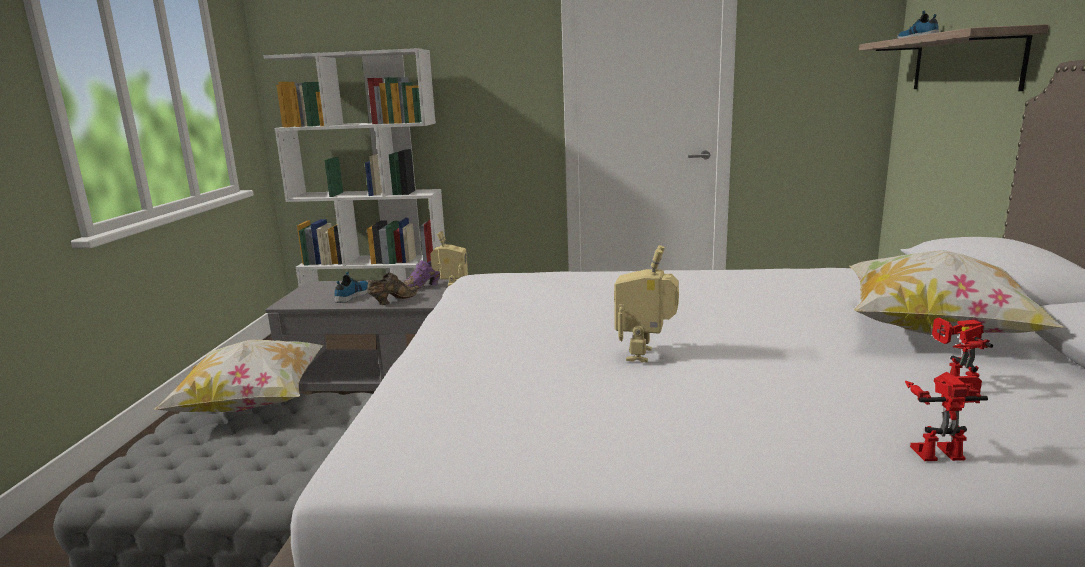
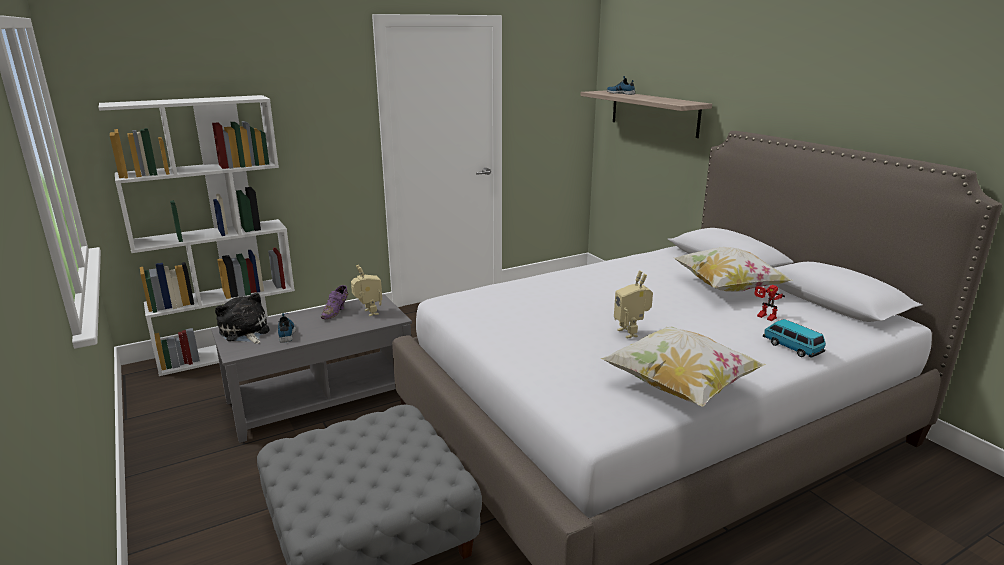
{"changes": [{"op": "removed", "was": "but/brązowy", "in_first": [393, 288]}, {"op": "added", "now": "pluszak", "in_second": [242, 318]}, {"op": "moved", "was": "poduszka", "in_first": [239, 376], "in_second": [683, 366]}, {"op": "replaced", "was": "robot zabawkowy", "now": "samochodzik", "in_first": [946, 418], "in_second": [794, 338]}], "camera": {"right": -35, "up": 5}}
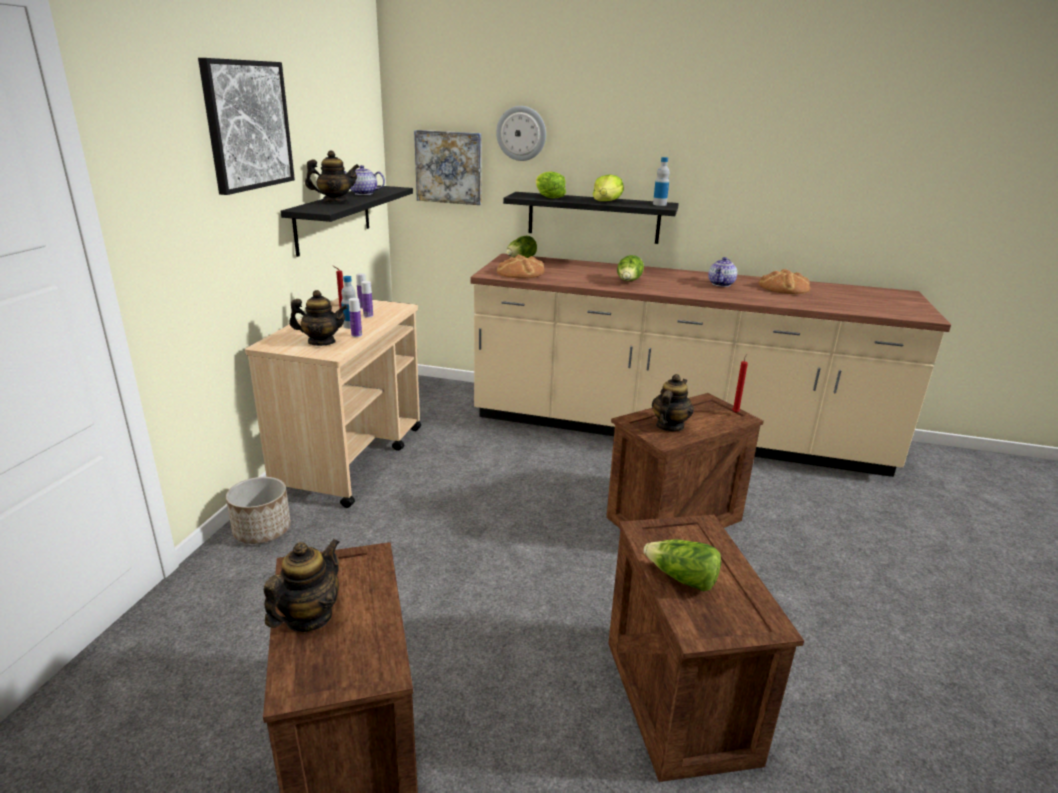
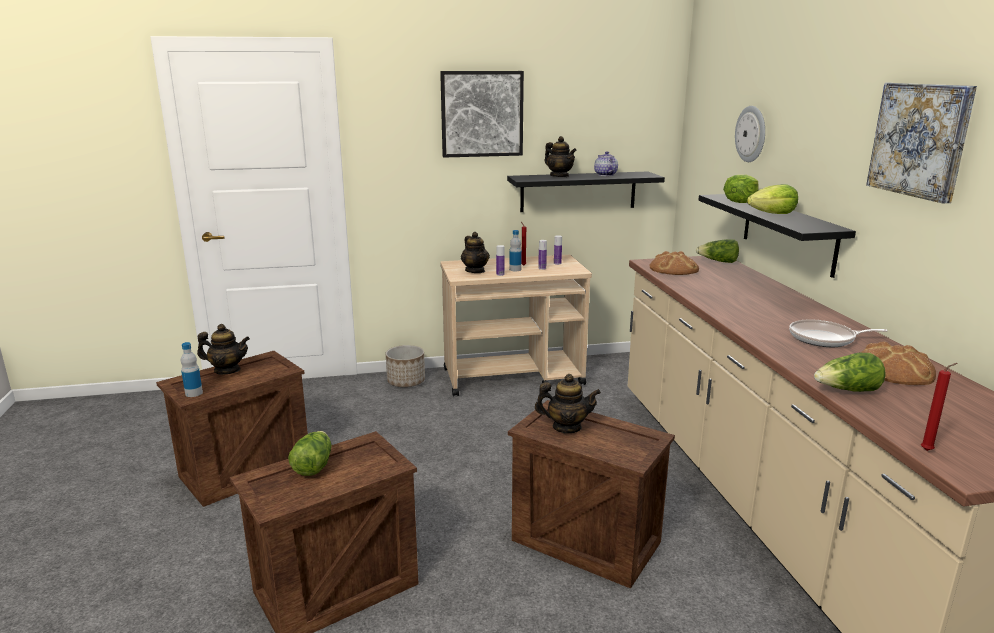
{"changes": [{"op": "moved", "was": "obraz", "in_first": [448, 167], "in_second": [921, 143]}, {"op": "moved", "was": "sałata", "in_first": [630, 268], "in_second": [850, 372]}, {"op": "moved", "was": "butelka", "in_first": [661, 181], "in_second": [192, 369]}, {"op": "moved", "was": "świeca/czerwony", "in_first": [740, 383], "in_second": [939, 407]}, {"op": "replaced", "was": "imbryk", "now": "patelnia", "in_first": [722, 272], "in_second": [838, 333]}], "camera": {"right": 65, "up": -5}}
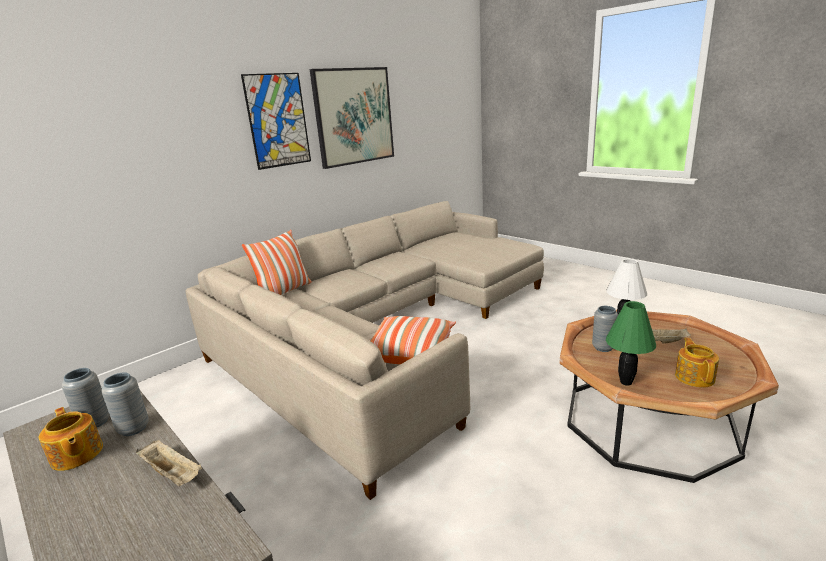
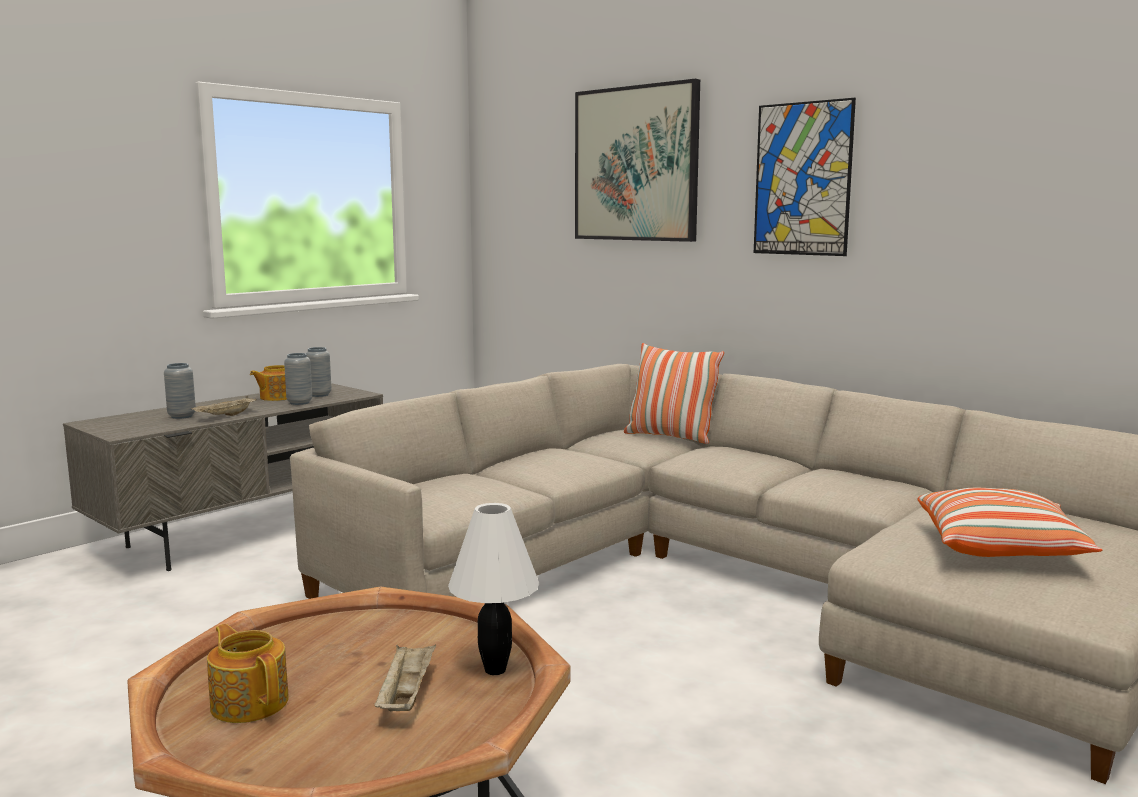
{"changes": [{"op": "removed", "was": "lampa stołowa/zielony", "in_first": [631, 343]}, {"op": "moved", "was": "obraz", "in_first": [352, 118], "in_second": [637, 160]}, {"op": "moved", "was": "poduszka", "in_first": [413, 340], "in_second": [1009, 522]}, {"op": "moved", "was": "wazon/szary", "in_first": [605, 329], "in_second": [180, 391]}, {"op": "turned", "was": "imbryk", "in_first": [697, 363], "in_second": [248, 673], "clockwise": -135}], "camera": {"right": 85, "up": -10}}
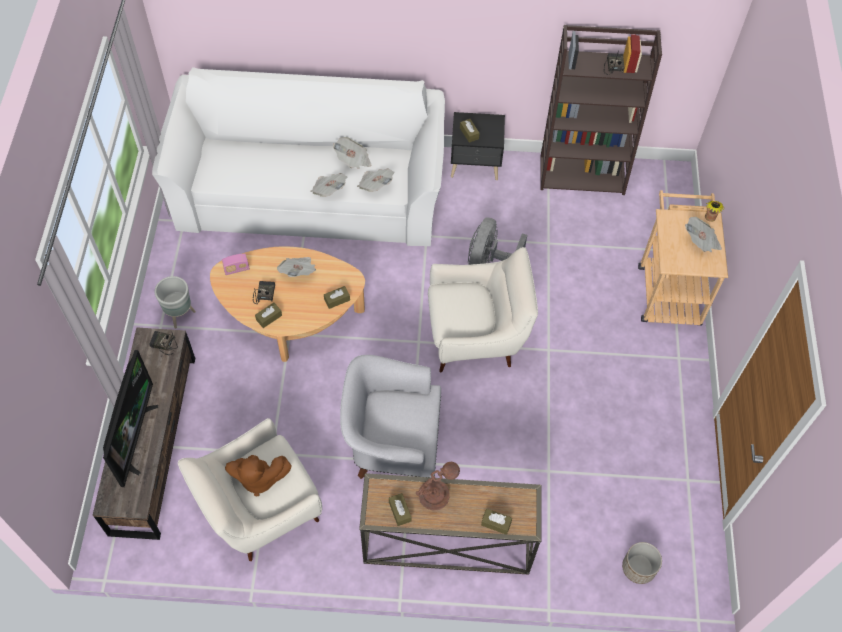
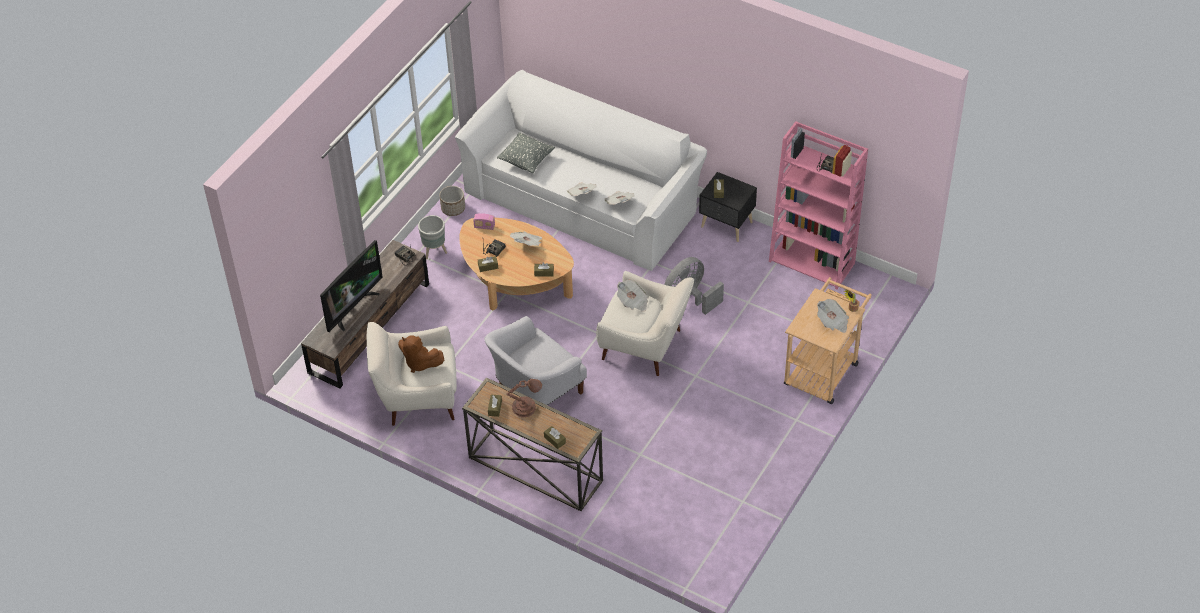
{"changes": [{"op": "added", "now": "poduszka/szary", "in_second": [526, 152]}, {"op": "moved", "was": "gazeta", "in_first": [352, 153], "in_second": [633, 296]}, {"op": "moved", "was": "donica", "in_first": [642, 563], "in_second": [452, 201]}, {"op": "recoloured", "was": "regał/brązowy", "now": "regał/różowy", "in_first": [601, 110], "in_second": [818, 205]}, {"op": "turned", "was": "fotel/biały", "in_first": [390, 417], "in_second": [535, 360], "clockwise": -75}], "camera": {"right": 30, "up": -10}}
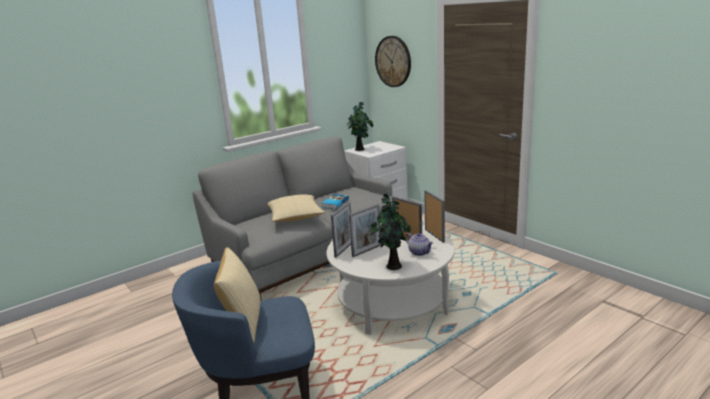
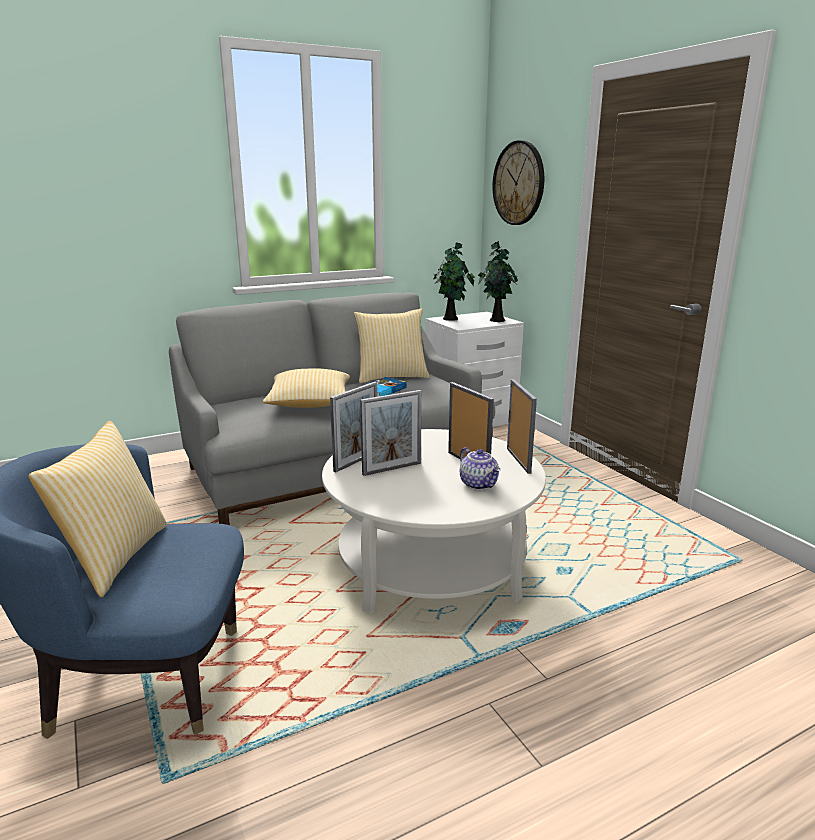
{"changes": [{"op": "added", "now": "poduszka", "in_second": [392, 345]}, {"op": "moved", "was": "roślina doniczkowa", "in_first": [390, 231], "in_second": [498, 281]}], "camera": {"right": 10, "up": 0}}
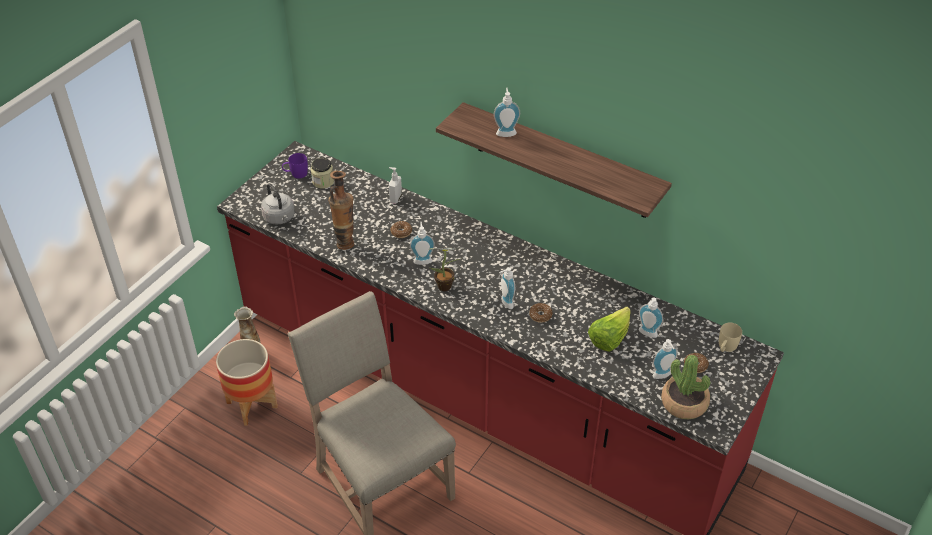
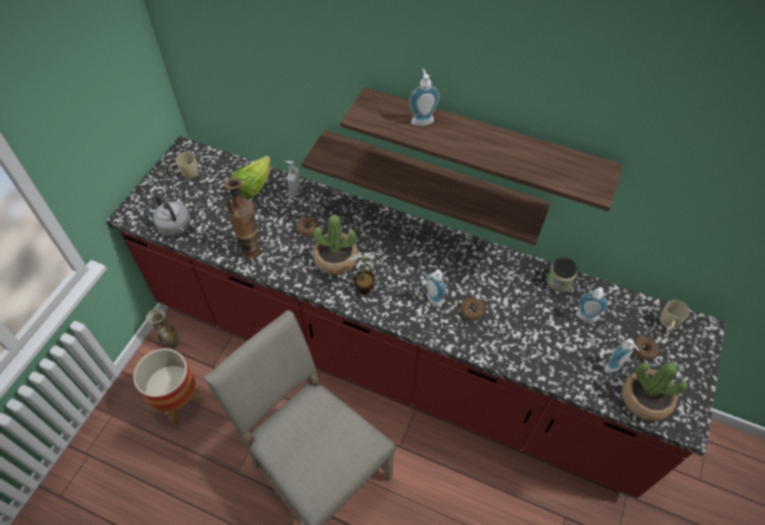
{"changes": [{"op": "added", "now": "półka", "in_second": [426, 187]}, {"op": "moved", "was": "słoik", "in_first": [322, 173], "in_second": [562, 274]}, {"op": "moved", "was": "sałata", "in_first": [609, 329], "in_second": [250, 177]}, {"op": "replaced", "was": "dozownik mydła", "now": "roślina doniczkowa", "in_first": [422, 243], "in_second": [335, 245]}, {"op": "recoloured", "was": "kubek/fioletowy", "now": "kubek/beżowy", "in_first": [295, 165], "in_second": [184, 165]}], "camera": {"right": -10, "up": 10}}
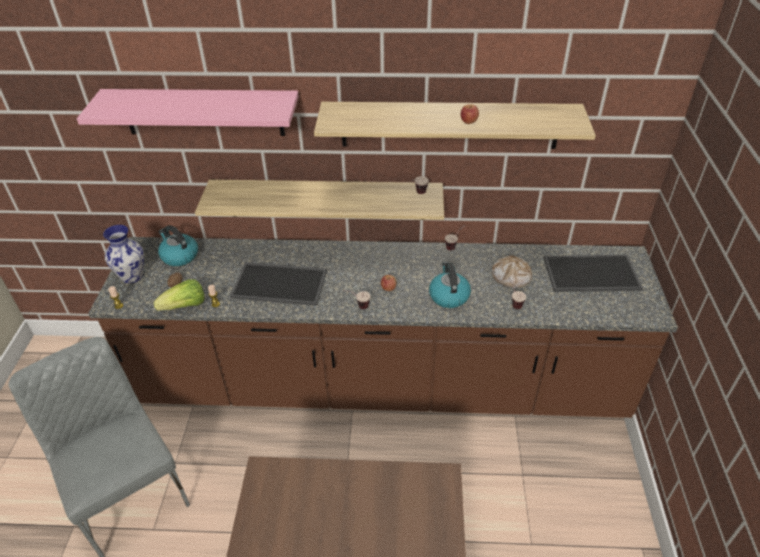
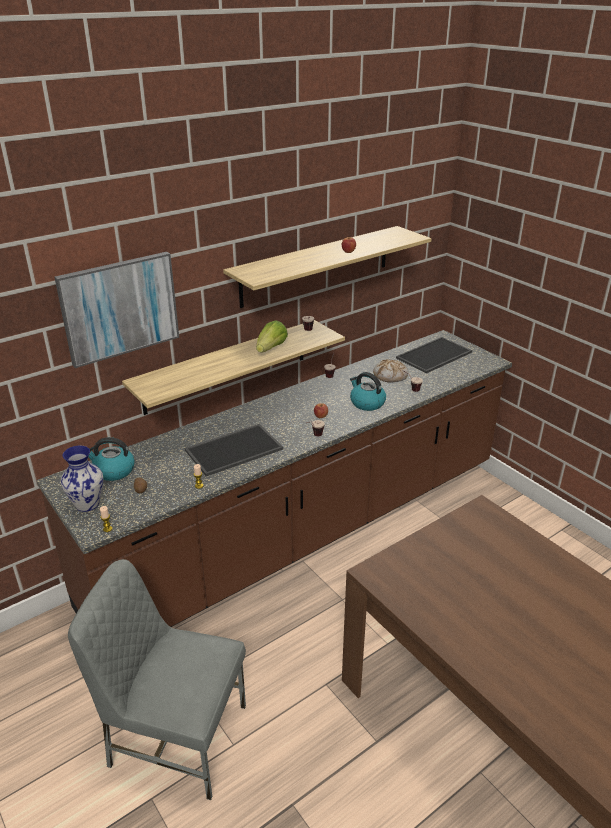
{"changes": [{"op": "moved", "was": "sałata", "in_first": [179, 295], "in_second": [272, 336]}, {"op": "replaced", "was": "półka/różowy", "now": "obraz", "in_first": [188, 112], "in_second": [116, 310]}], "camera": {"right": -40, "up": -10}}
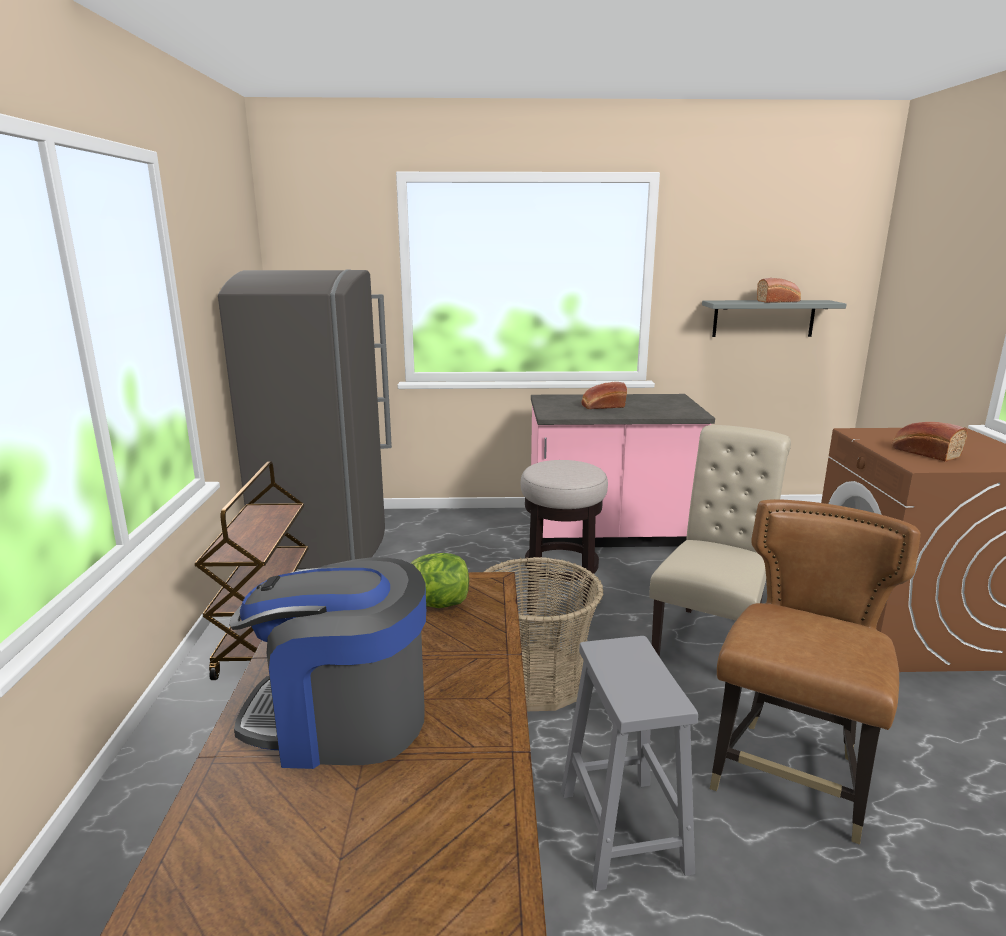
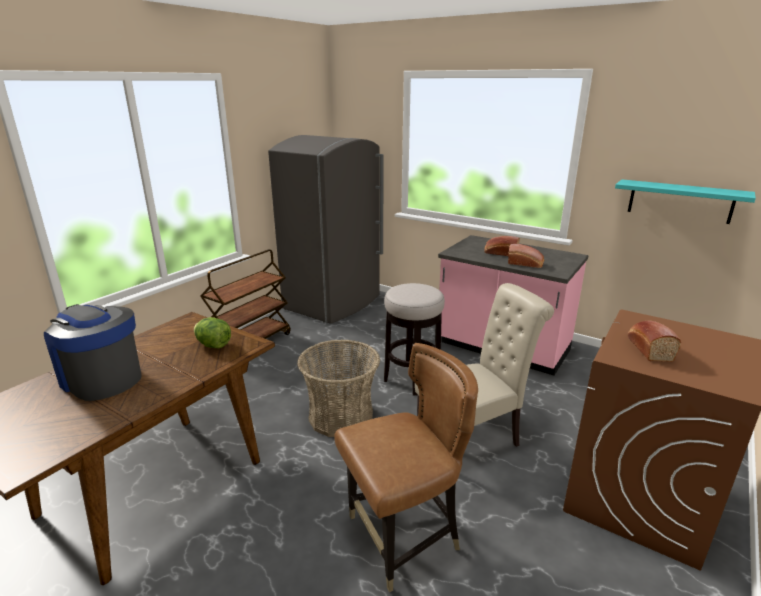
{"changes": [{"op": "removed", "was": "stołek/szary", "in_first": [629, 763]}, {"op": "moved", "was": "chleb", "in_first": [779, 290], "in_second": [526, 256]}, {"op": "recoloured", "was": "półka/szary", "now": "półka/turkusowy", "in_first": [774, 318], "in_second": [685, 201]}], "camera": {"right": 35, "up": 5}}
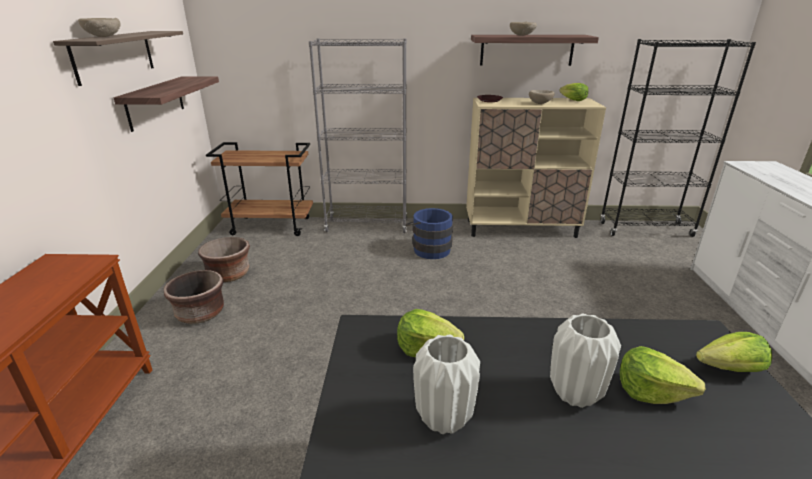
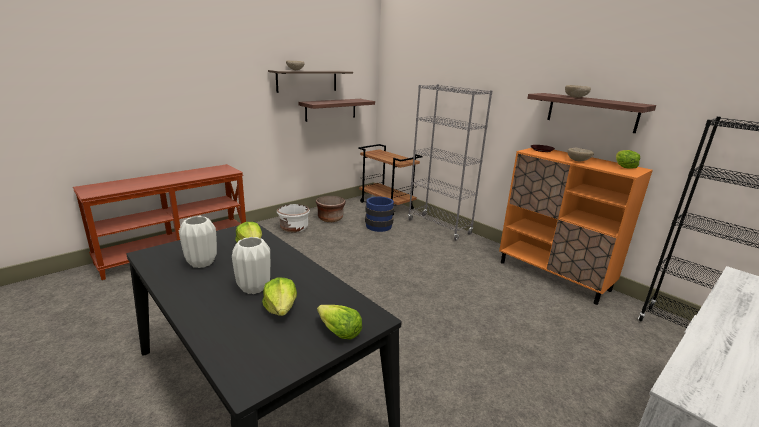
{"changes": [{"op": "moved", "was": "wiadro/niebieski", "in_first": [429, 233], "in_second": [380, 214]}, {"op": "recoloured", "was": "donica/brązowy", "now": "donica/biały", "in_first": [194, 297], "in_second": [293, 218]}, {"op": "recoloured", "was": "szafka/beżowy", "now": "szafka/pomarańczowy", "in_first": [536, 168], "in_second": [576, 226]}], "camera": {"right": 45, "up": -5}}
